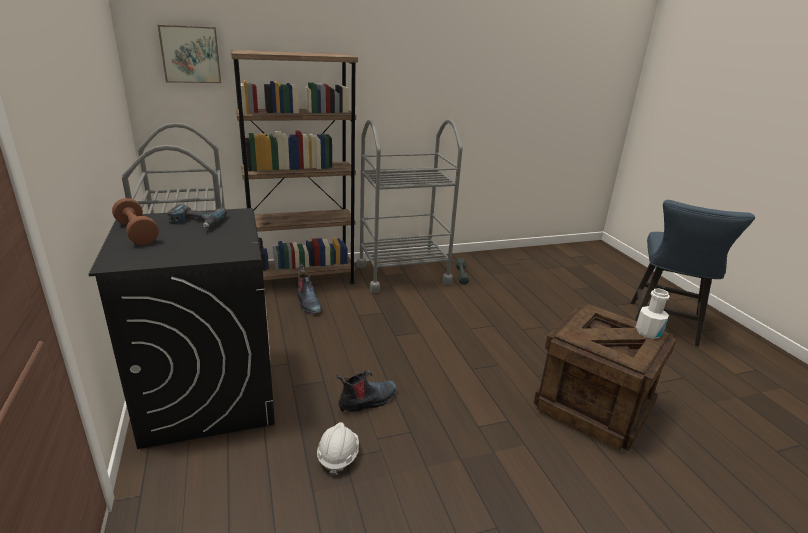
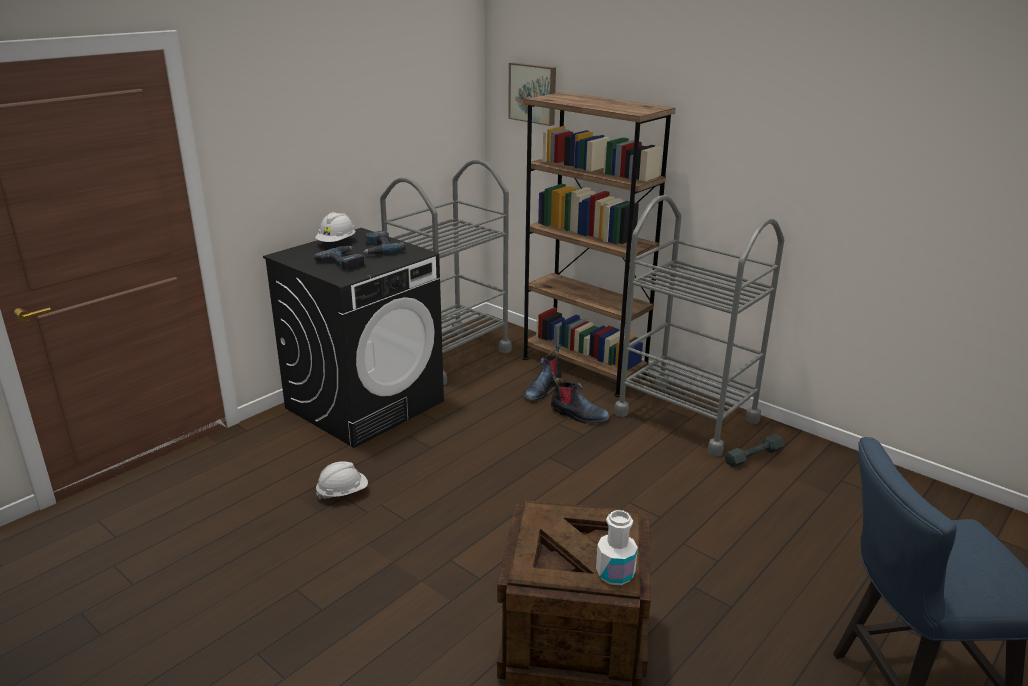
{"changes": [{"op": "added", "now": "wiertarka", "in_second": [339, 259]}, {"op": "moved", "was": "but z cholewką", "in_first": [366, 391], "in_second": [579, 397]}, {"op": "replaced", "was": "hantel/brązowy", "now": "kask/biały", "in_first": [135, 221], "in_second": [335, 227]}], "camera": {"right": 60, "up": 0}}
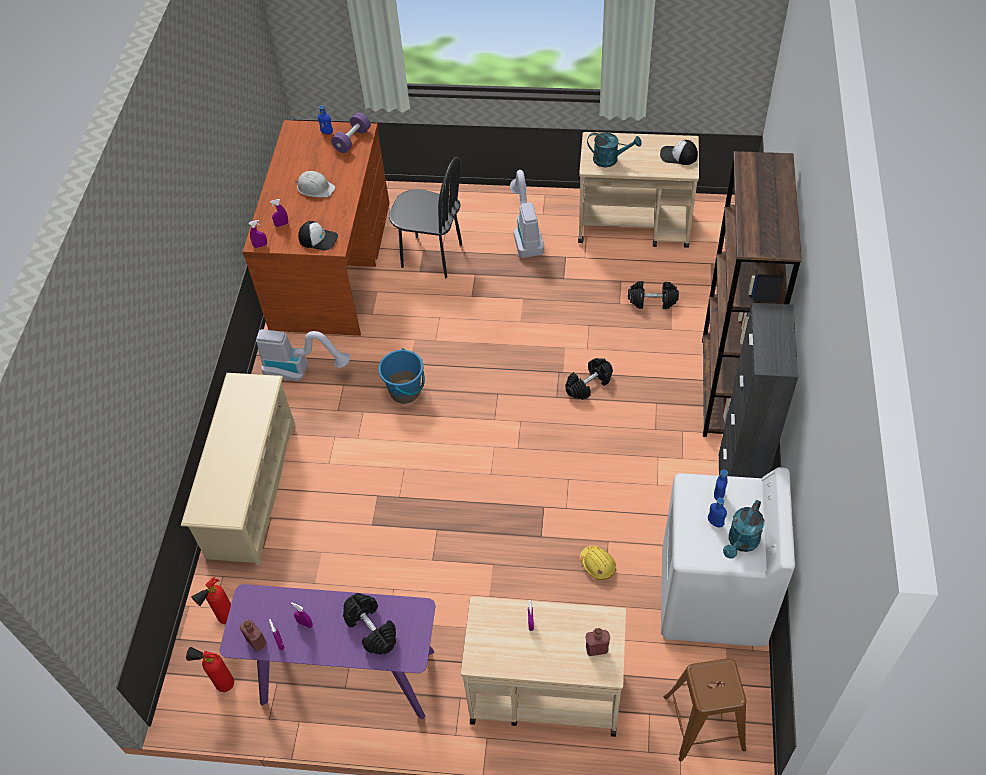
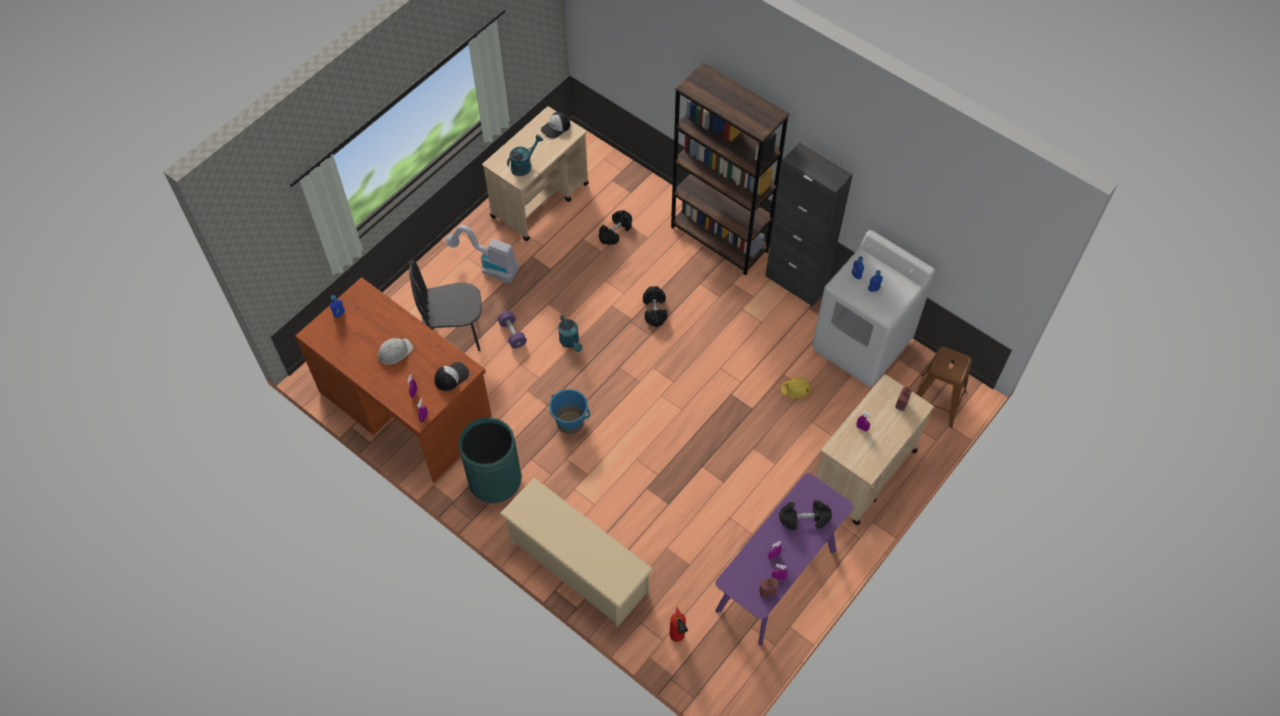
{"changes": [{"op": "removed", "was": "gaśnica", "in_first": [210, 669]}, {"op": "moved", "was": "hantel/fioletowy", "in_first": [351, 132], "in_second": [512, 329]}, {"op": "moved", "was": "konewka/turkusowy", "in_first": [743, 529], "in_second": [570, 333]}, {"op": "replaced", "was": "odkurzacz", "now": "kosz na śmieci/zielony", "in_first": [303, 355], "in_second": [489, 460]}, {"op": "turned", "was": "krzesło/czarny", "in_first": [425, 217], "in_second": [445, 306], "clockwise": -150}], "camera": {"right": -60, "up": 5}}
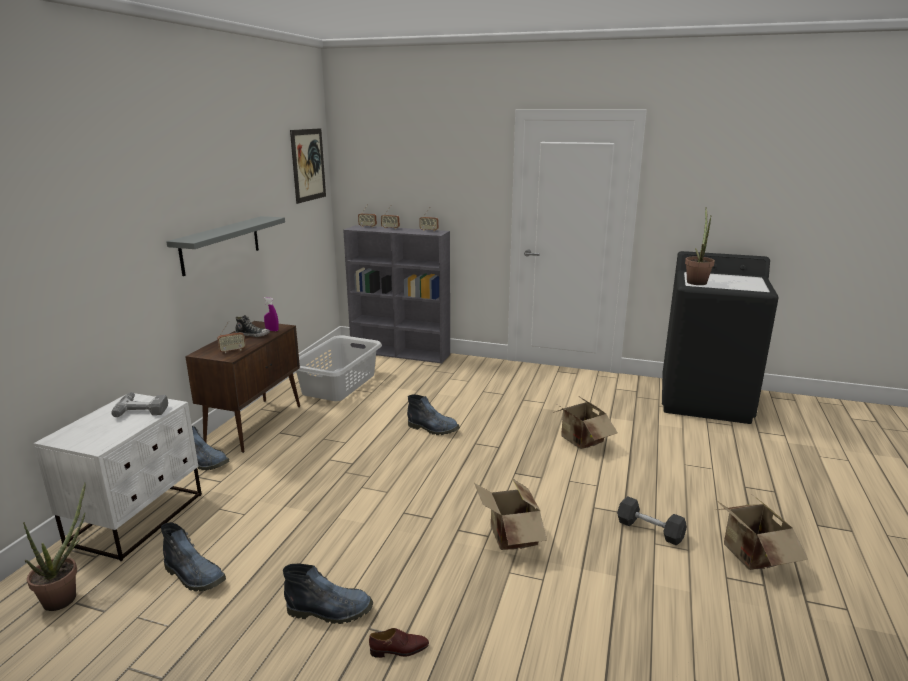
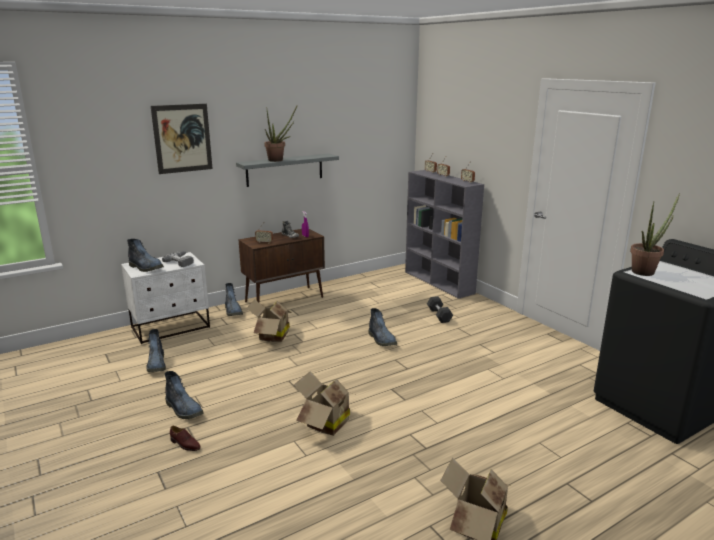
{"changes": [{"op": "removed", "was": "kosz na pranie/szary", "in_first": [339, 368]}, {"op": "added", "now": "but z cholewką", "in_second": [145, 255]}, {"op": "moved", "was": "roślina doniczkowa", "in_first": [54, 546], "in_second": [280, 134]}, {"op": "moved", "was": "obraz", "in_first": [308, 166], "in_second": [182, 139]}, {"op": "moved", "was": "karton", "in_first": [585, 422], "in_second": [269, 320]}, {"op": "moved", "was": "hantel/szary", "in_first": [652, 521], "in_second": [440, 309]}], "camera": {"right": 40, "up": 0}}
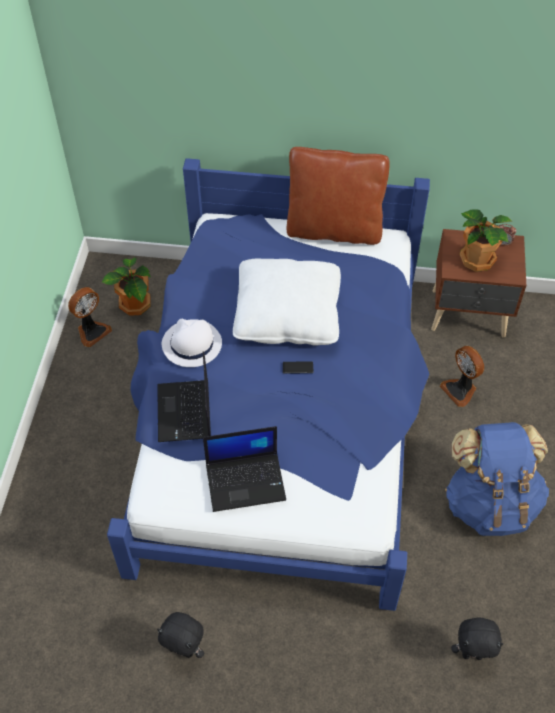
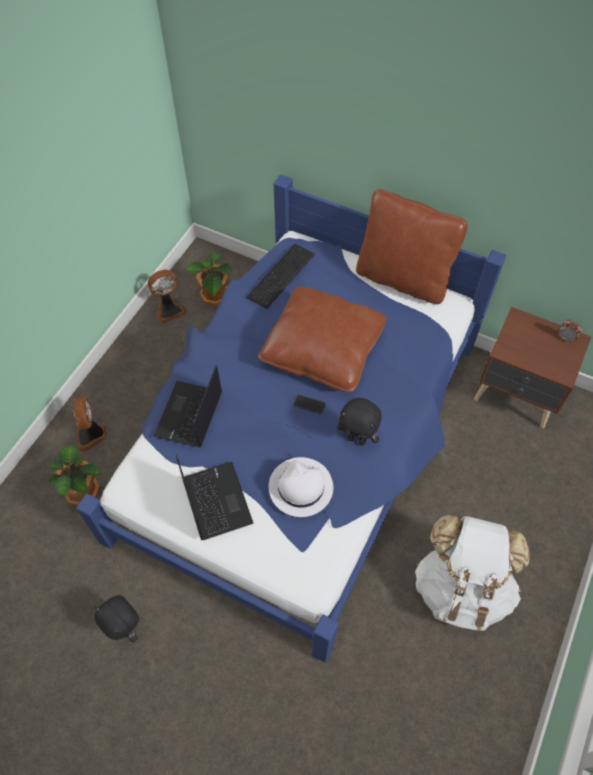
{"changes": [{"op": "added", "now": "klawiatura", "in_second": [280, 276]}, {"op": "moved", "was": "kapelusz/biały", "in_first": [192, 343], "in_second": [301, 487]}, {"op": "moved", "was": "wentylator", "in_first": [462, 376], "in_second": [89, 424]}, {"op": "moved", "was": "pluszak/czarny", "in_first": [477, 638], "in_second": [359, 422]}, {"op": "moved", "was": "roślina doniczkowa", "in_first": [486, 240], "in_second": [76, 476]}, {"op": "recoloured", "was": "poduszka/biały", "now": "poduszka/brązowy", "in_first": [287, 302], "in_second": [322, 339]}, {"op": "recoloured", "was": "plecak/niebieski", "now": "plecak/biały", "in_first": [497, 479], "in_second": [472, 573]}, {"op": "turned", "was": "laptop", "in_first": [244, 469], "in_second": [215, 497], "clockwise": -120}], "camera": {"right": 20, "up": 5}}
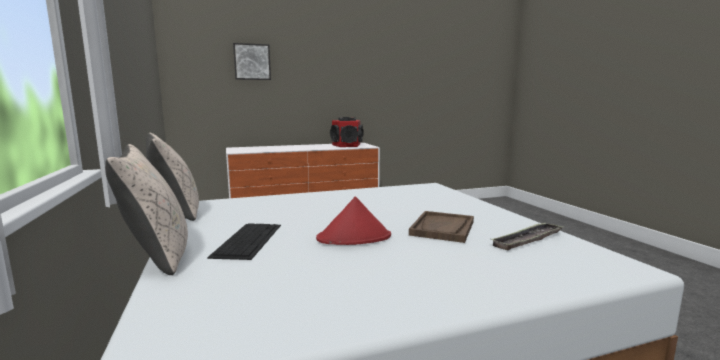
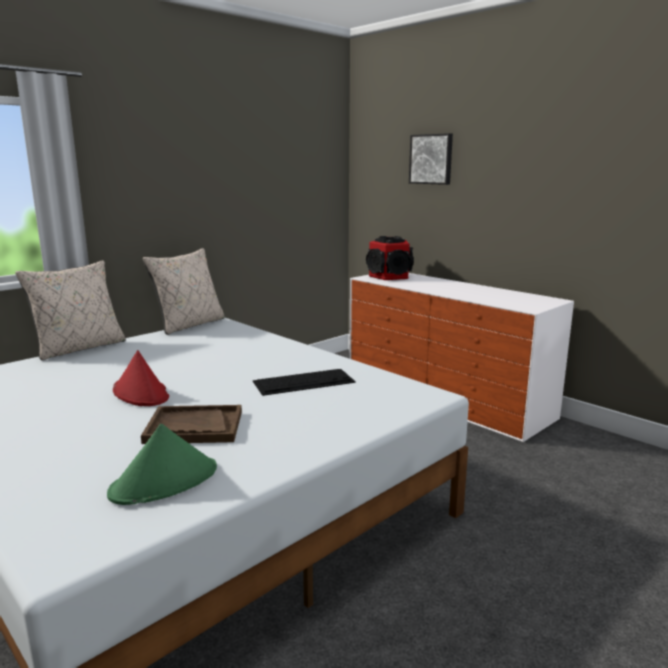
{"changes": [{"op": "moved", "was": "klawiatura", "in_first": [244, 242], "in_second": [304, 382]}, {"op": "moved", "was": "głośnik", "in_first": [346, 132], "in_second": [390, 258]}, {"op": "replaced", "was": "taca", "now": "kapelusz/zielony", "in_first": [526, 236], "in_second": [162, 464]}], "camera": {"right": 65, "up": 5}}
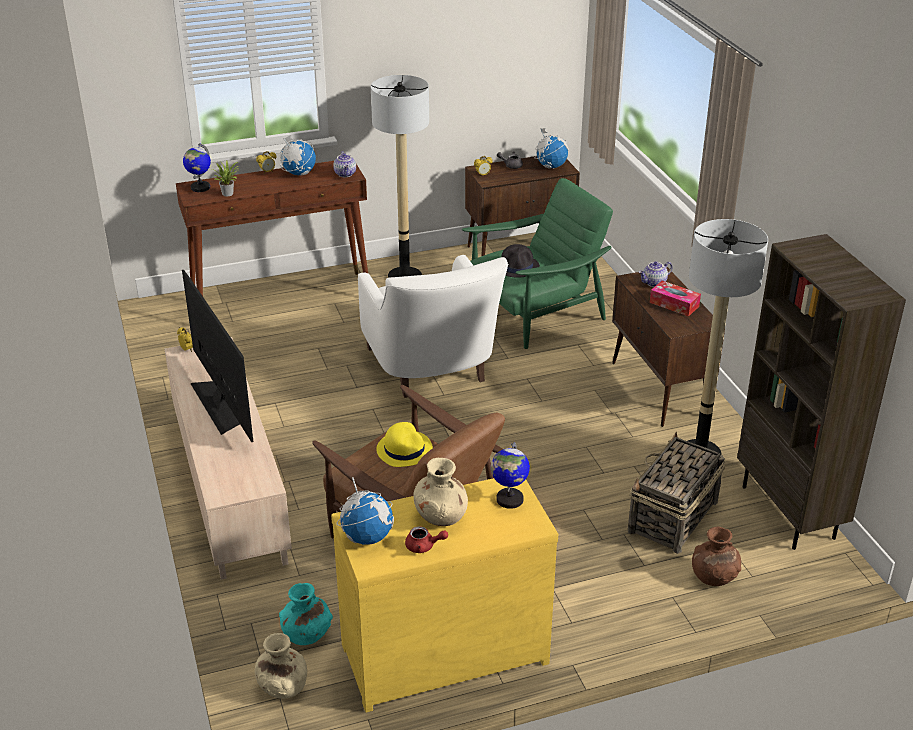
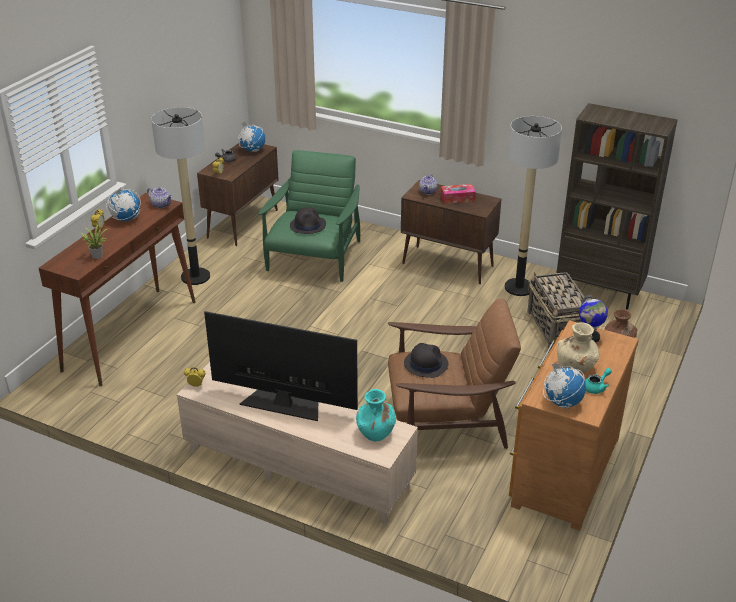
{"changes": [{"op": "removed", "was": "globus", "in_first": [197, 167]}, {"op": "removed", "was": "wazon/beżowy", "in_first": [281, 666]}, {"op": "removed", "was": "fotel/biały", "in_first": [433, 326]}, {"op": "moved", "was": "wazon/turkusowy", "in_first": [306, 614], "in_second": [376, 415]}, {"op": "recoloured", "was": "komoda/żółty", "now": "komoda/brązowy", "in_first": [444, 595], "in_second": [574, 425]}, {"op": "recoloured", "was": "kapelusz/żółty", "now": "kapelusz/czarny", "in_first": [404, 444], "in_second": [426, 360]}, {"op": "recoloured", "was": "imbryk/czerwony", "now": "imbryk/turkusowy", "in_first": [426, 540], "in_second": [598, 381]}], "camera": {"right": -45, "up": 0}}
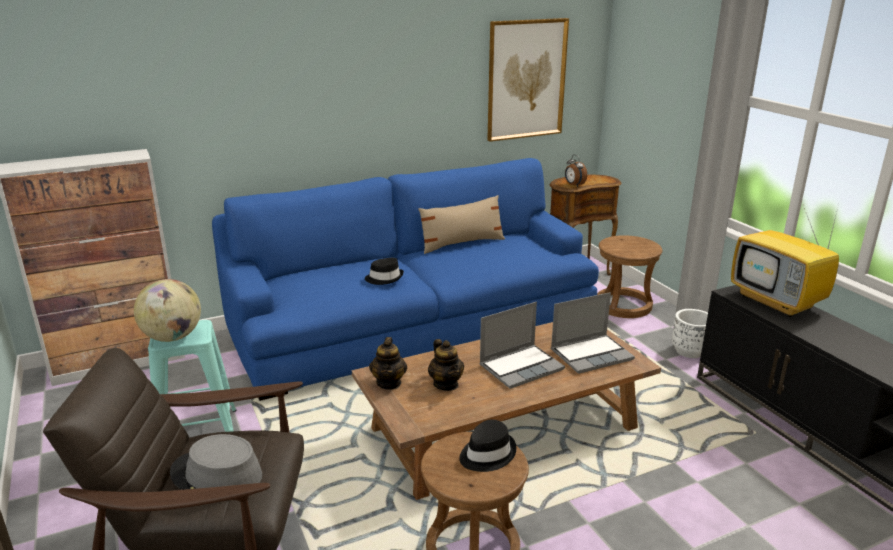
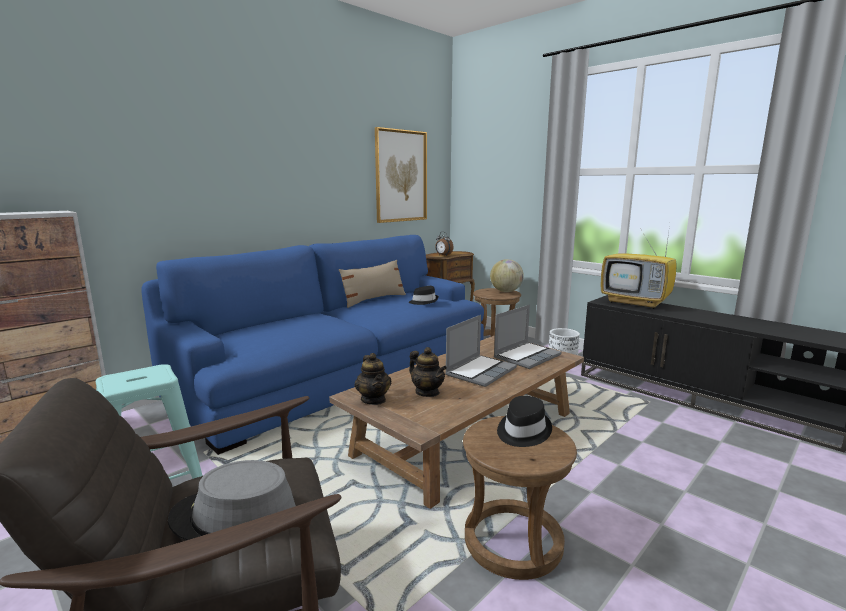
{"changes": [{"op": "moved", "was": "globus", "in_first": [167, 310], "in_second": [507, 275]}, {"op": "moved", "was": "kapelusz/czarny", "in_first": [384, 271], "in_second": [424, 295]}], "camera": {"right": -20, "up": -10}}
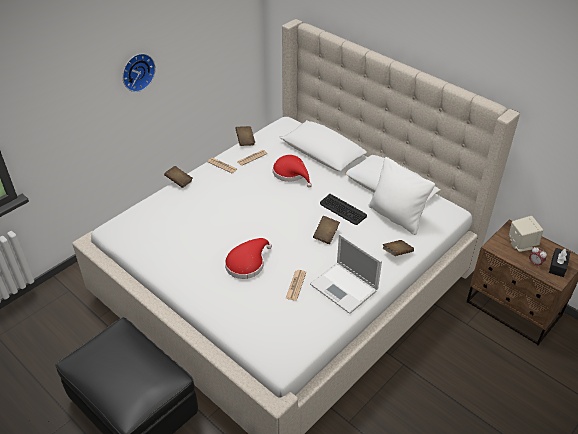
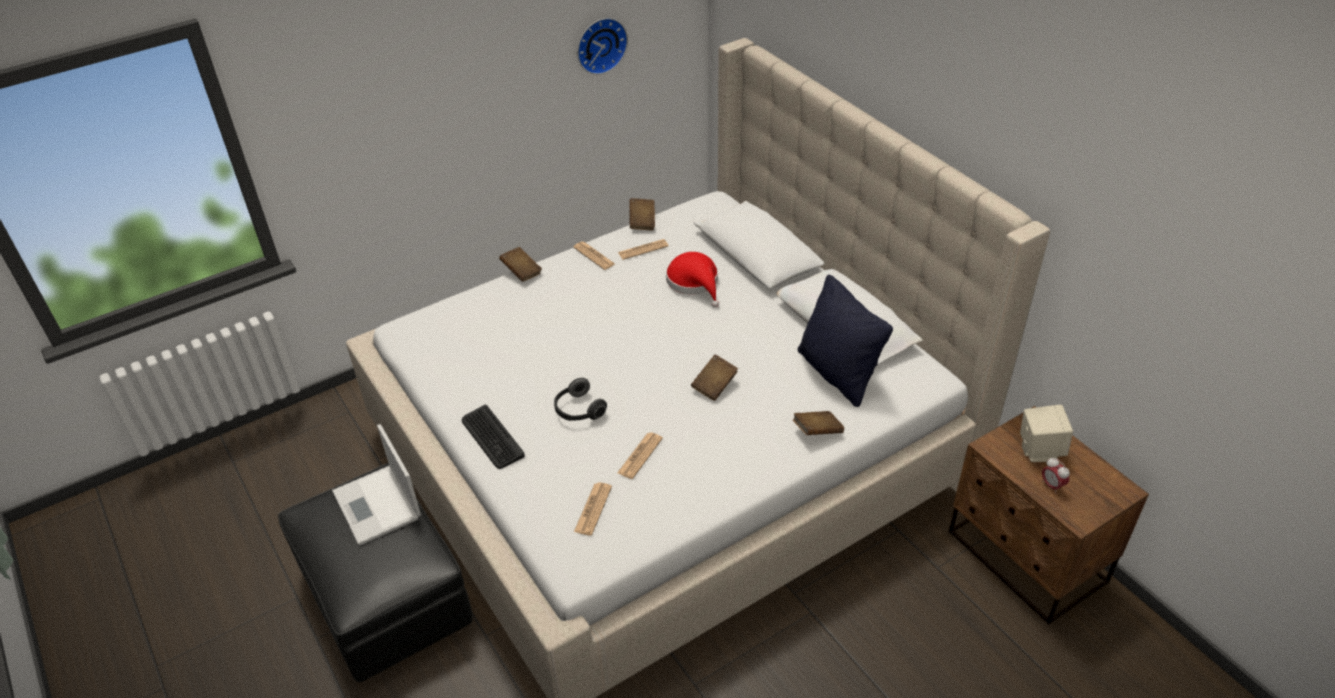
{"changes": [{"op": "removed", "was": "pudełko chusteczek/czarny", "in_first": [559, 262]}, {"op": "added", "now": "gazeta", "in_second": [593, 509]}, {"op": "moved", "was": "zegar ścienny", "in_first": [139, 73], "in_second": [602, 46]}, {"op": "moved", "was": "laptop", "in_first": [346, 274], "in_second": [376, 485]}, {"op": "moved", "was": "klawiatura", "in_first": [343, 209], "in_second": [493, 437]}, {"op": "replaced", "was": "kapelusz/czerwony", "now": "słuchawki", "in_first": [248, 258], "in_second": [580, 399]}, {"op": "recoloured", "was": "poduszka/biały", "now": "poduszka/czarny", "in_first": [401, 196], "in_second": [845, 341]}], "camera": {"right": 15, "up": 0}}
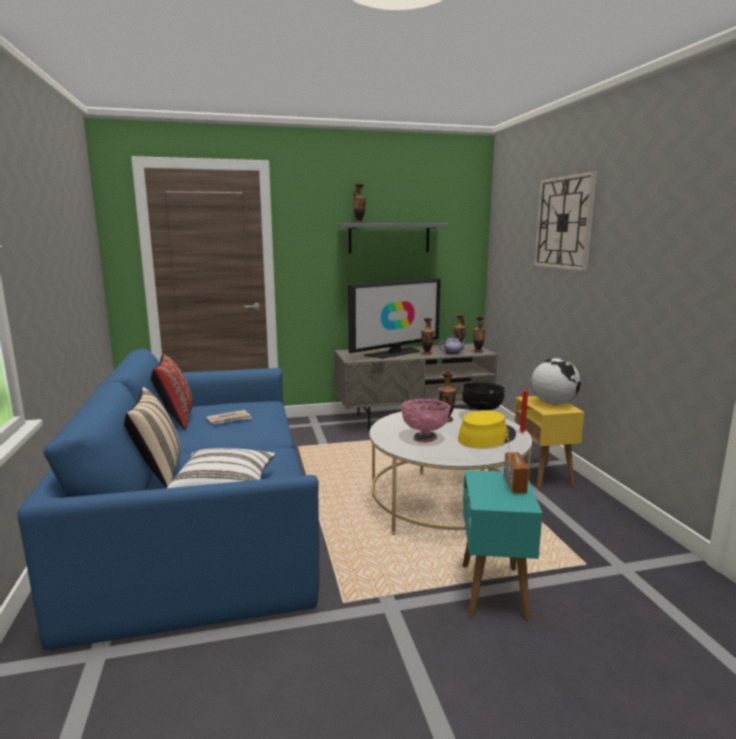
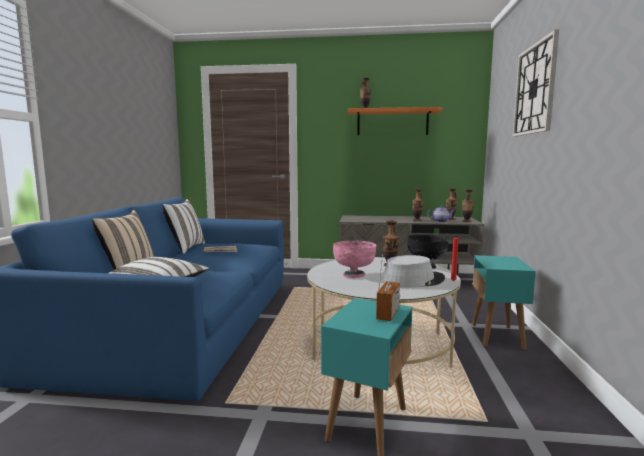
{"changes": [{"op": "removed", "was": "telewizor", "in_first": [394, 318]}, {"op": "removed", "was": "globus", "in_first": [556, 381]}, {"op": "recoloured", "was": "poduszka/czerwony", "now": "poduszka/biały", "in_first": [171, 392], "in_second": [183, 226]}, {"op": "recoloured", "was": "półka/szary", "now": "półka/pomarańczowy", "in_first": [393, 238], "in_second": [395, 121]}, {"op": "recoloured", "was": "kapelusz/żółty", "now": "kapelusz/szary", "in_first": [487, 429], "in_second": [413, 271]}, {"op": "recoloured", "was": "stolik/żółty", "now": "stolik/turkusowy", "in_first": [549, 443], "in_second": [504, 302]}], "camera": {"right": 20, "up": -5}}
